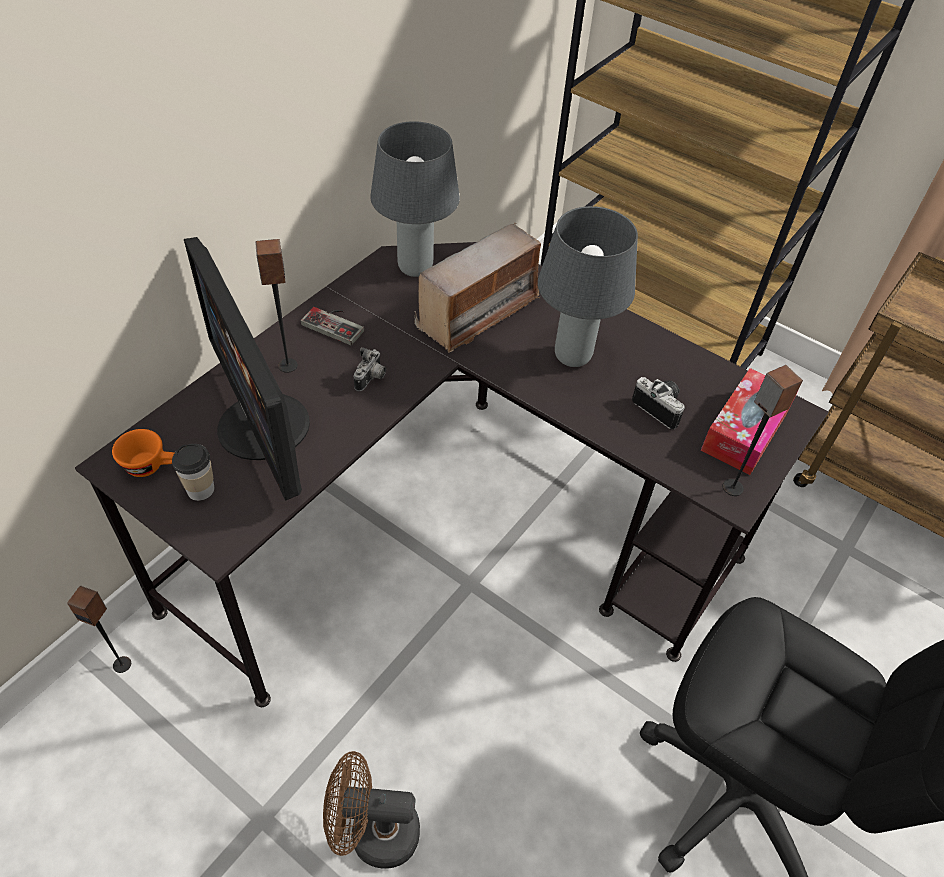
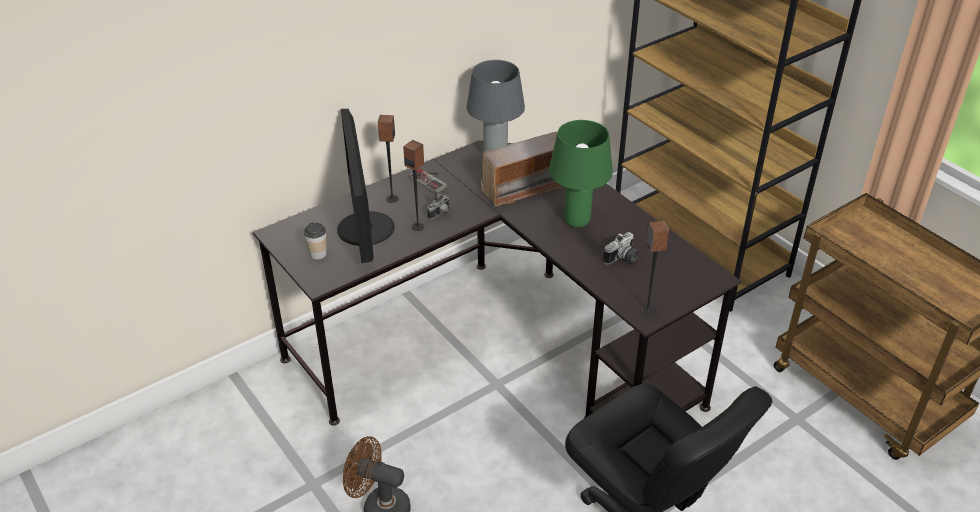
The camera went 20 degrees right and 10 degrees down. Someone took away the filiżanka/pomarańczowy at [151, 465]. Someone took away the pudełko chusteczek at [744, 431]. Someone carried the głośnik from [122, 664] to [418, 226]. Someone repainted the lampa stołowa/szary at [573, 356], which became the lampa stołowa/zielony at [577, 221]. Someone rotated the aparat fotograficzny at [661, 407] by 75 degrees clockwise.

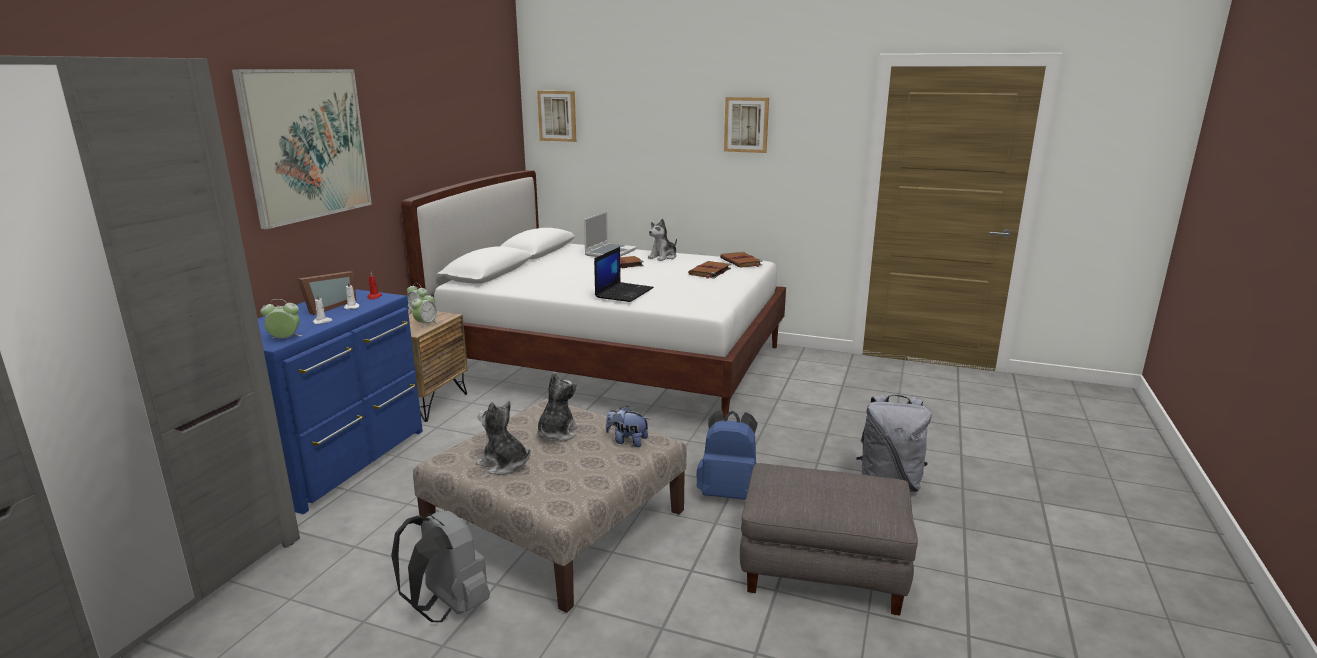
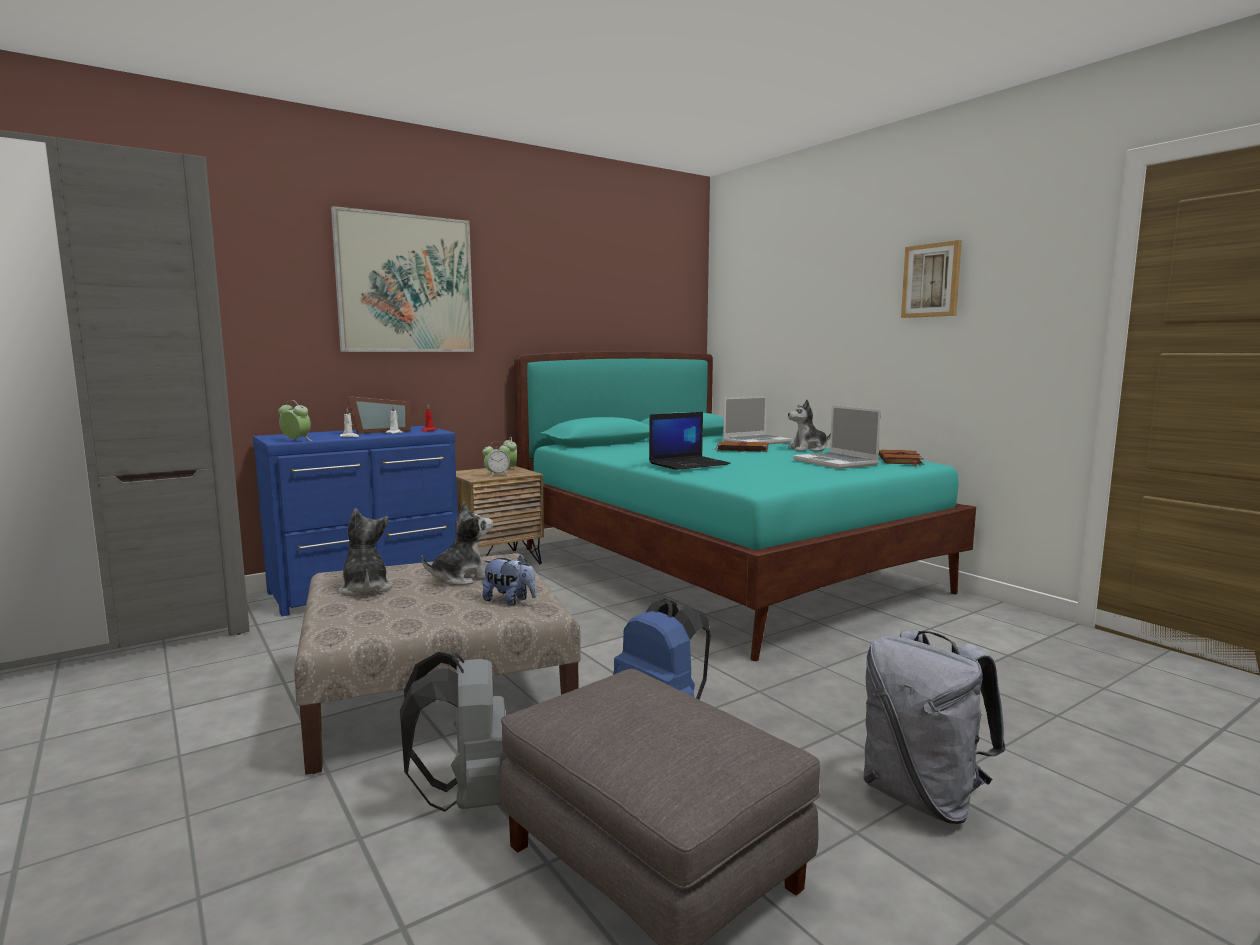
The camera went 35 degrees right and 10 degrees down. Someone took away the obraz at [557, 116]. Someone carried the plecak/szary from [448, 607] to [468, 797]. Someone swapped the książka/brązowy at [709, 272] for the laptop at [836, 462]. Someone repainted the łóżko/biały at [613, 363], which became the łóżko/turkusowy at [721, 568]. Someone rotated the pluszak at [627, 441] by 150 degrees clockwise.

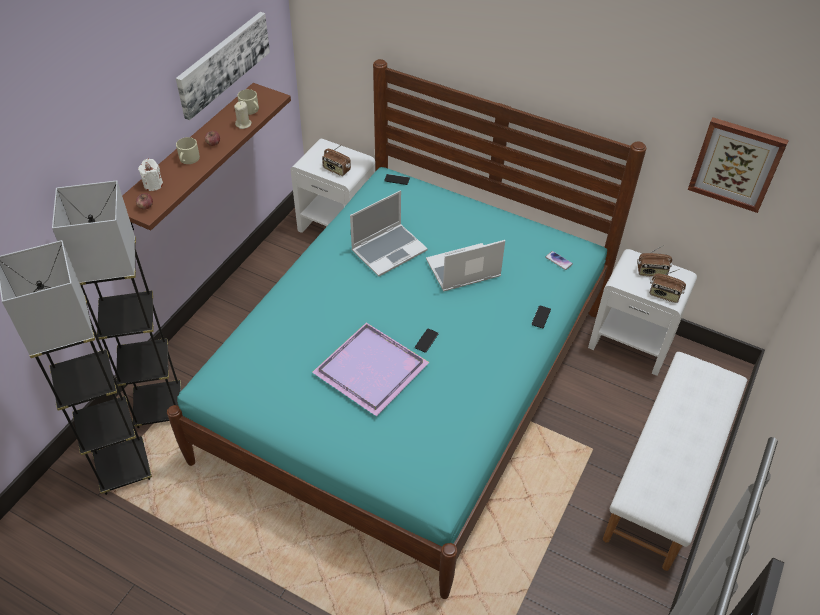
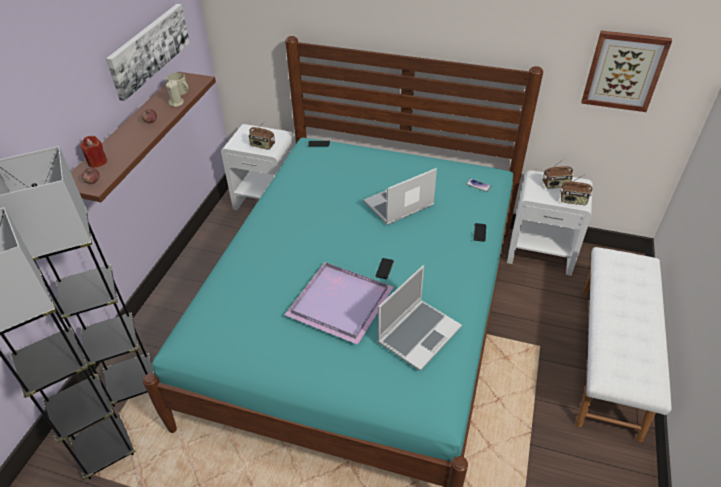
The camera went 10 degrees left and 5 degrees down. Someone took away the kubek/beżowy at [188, 159]. Someone carried the laptop from [389, 250] to [419, 334]. Someone repainted the świeca/biały at [153, 184], which became the świeca/czerwony at [97, 162].

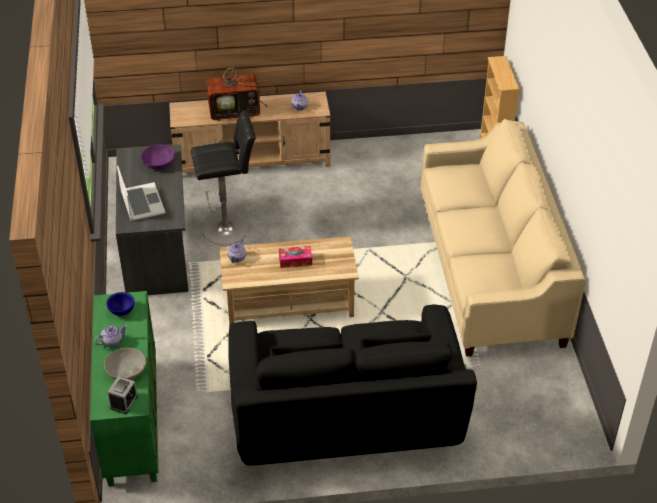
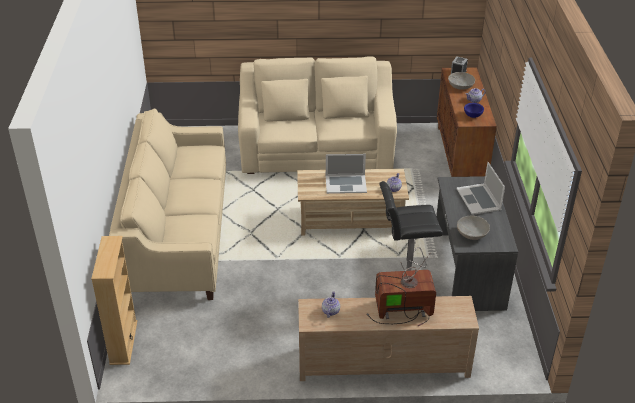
The camera went 175 degrees left and 5 degrees down. Someone swapped the pudełko chusteczek at [295, 260] for the laptop at [345, 184]. Someone repainted the szafka/zielony at [131, 421], which became the szafka/brązowy at [461, 156]. Someone repainted the miska/fioletowy at [159, 163], which became the miska/szary at [472, 234]. Someone repainted the kanapa/czarny at [346, 415], which became the kanapa/beżowy at [316, 151].

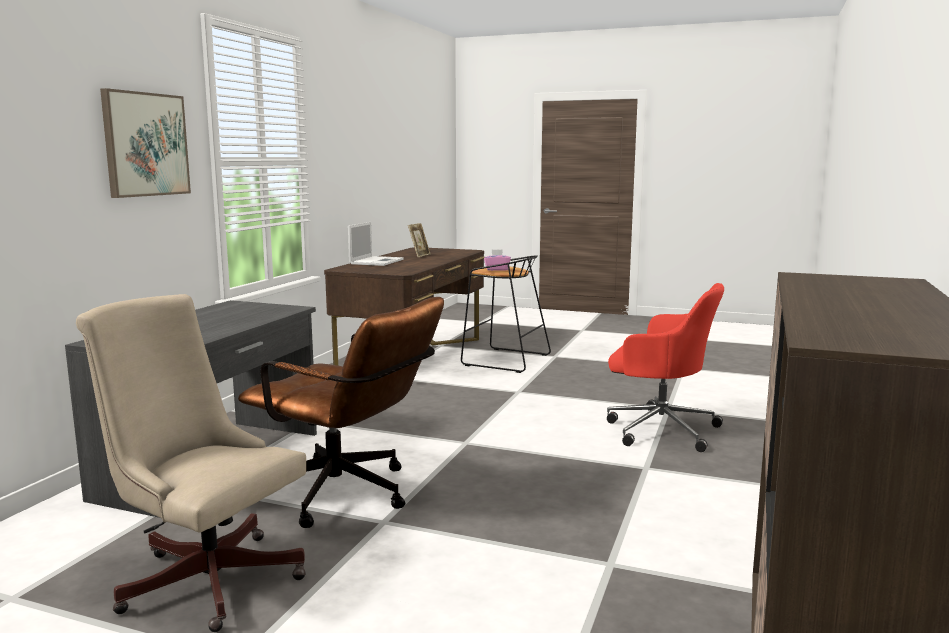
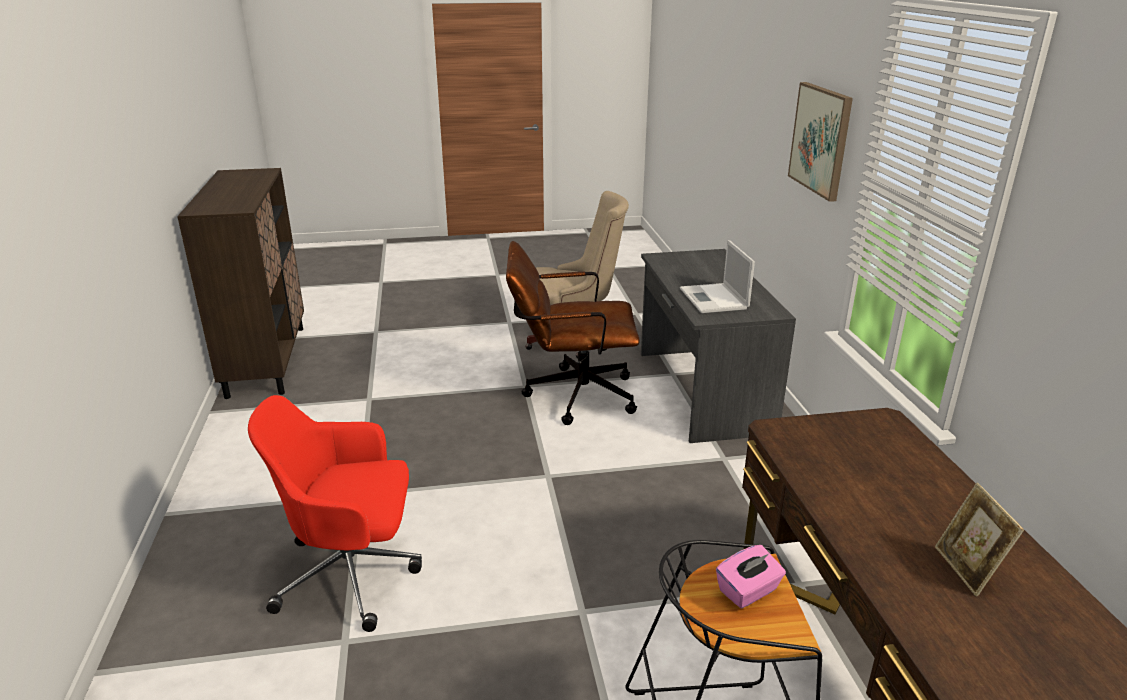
The camera went 150 degrees right and 15 degrees up. Someone carried the laptop from [377, 261] to [714, 299].

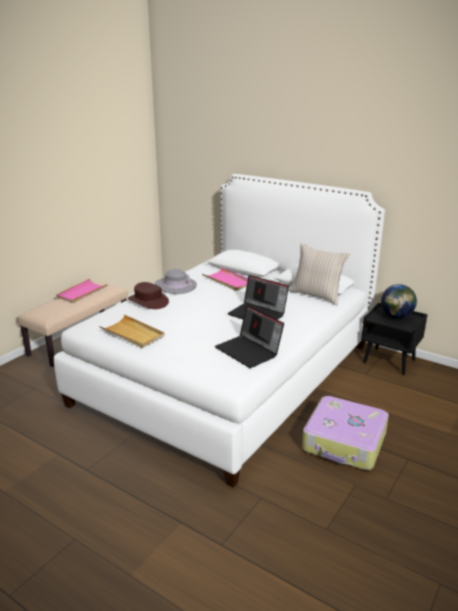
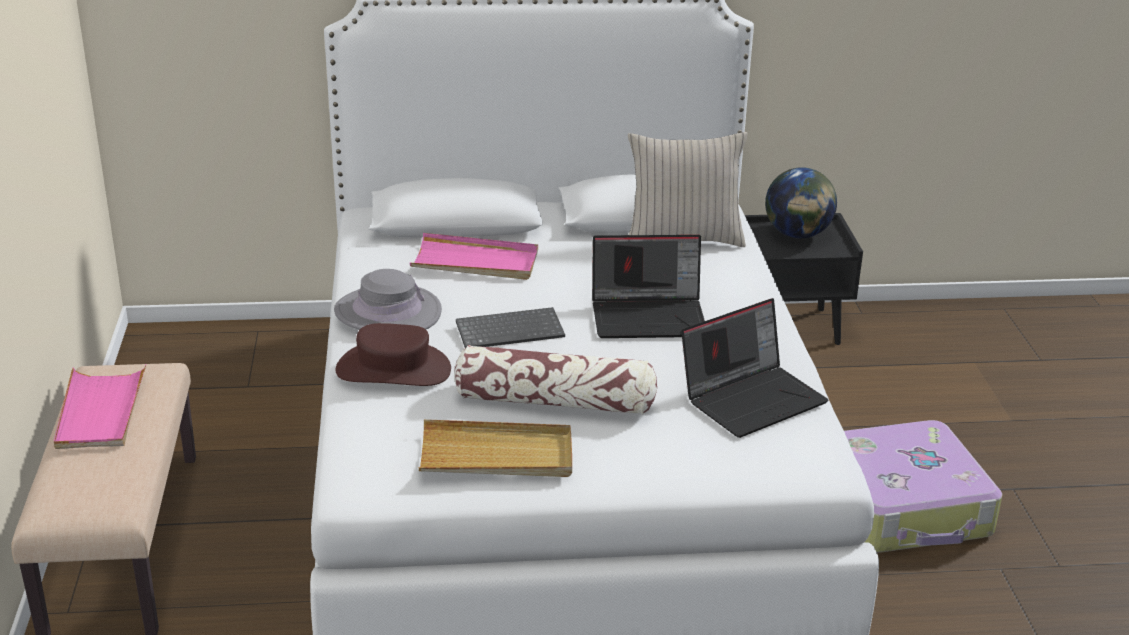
The camera went 40 degrees left and 5 degrees up. Someone put down the poduszka at [555, 401]. Someone put down the klawiatura at [511, 330]. Someone rotated the laptop at [249, 351] by 45 degrees counterclockwise.

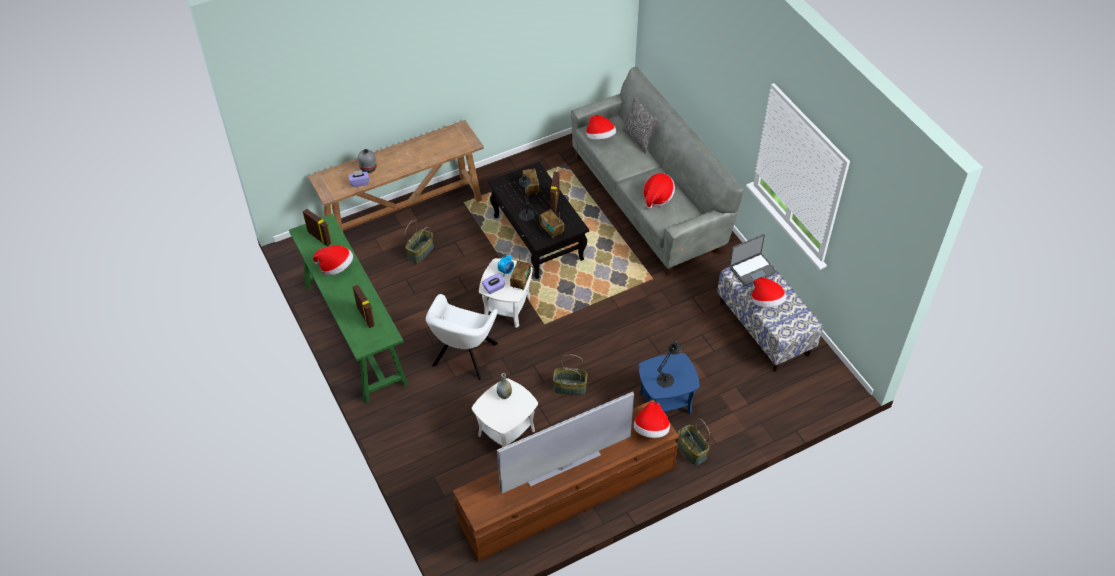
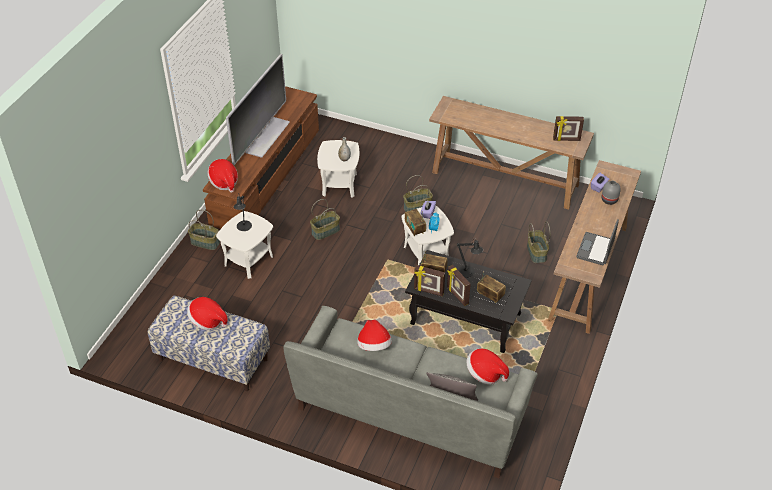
The camera went 140 degrees right and 5 degrees down. Someone took away the kapelusz at [336, 267]. Someone carried the ramka na zdjęcie from [366, 316] to [428, 291]. Someone carried the laptop from [752, 269] to [596, 249]. Someone swapped the fotel/biały at [463, 357] for the koszyk at [417, 207]. Someone repainted the stolik konsolowy/zielony at [354, 333], which became the stolik konsolowy/brązowy at [506, 179]. Someone repainted the stolik/niebieski at [665, 403], which became the stolik/biały at [248, 260].

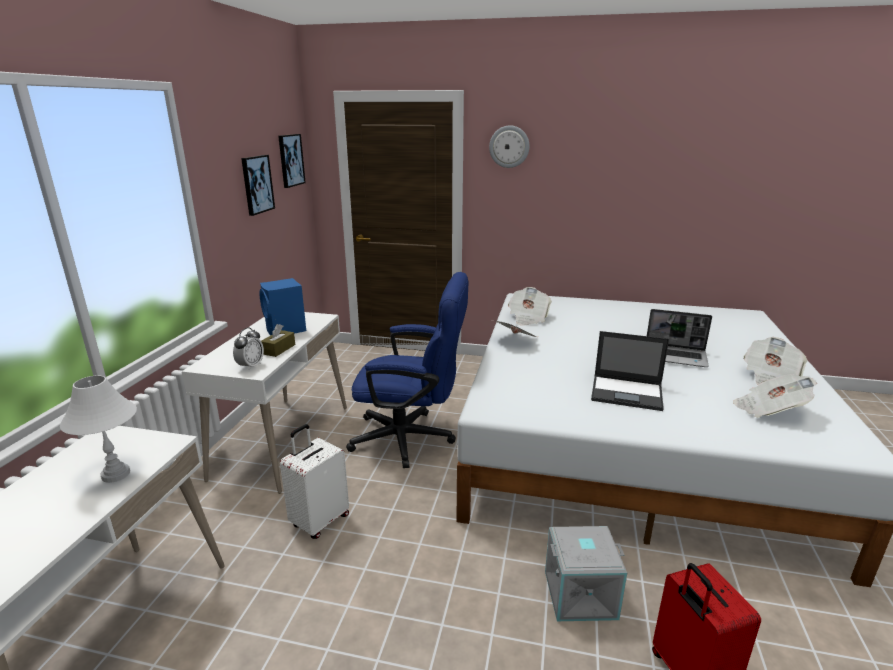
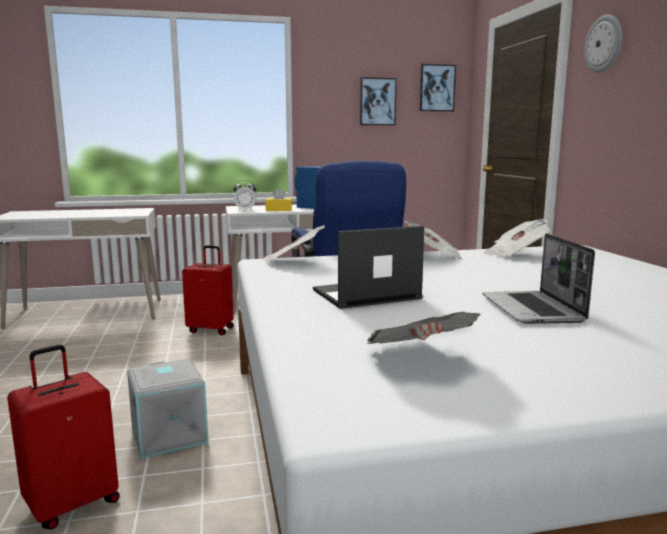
The camera went 65 degrees right and 10 degrees down. Someone took away the lampa stołowa/biały at [115, 475]. Someone carried the gazeta from [770, 377] to [292, 261]. Someone repainted the pudełko chusteczek/brązowy at [279, 349], which became the pudełko chusteczek/żółty at [278, 210]. Someone repainted the walizka/biały at [319, 521], which became the walizka/czerwony at [211, 329]. Someone rotated the laptop at [627, 393] by 75 degrees clockwise.

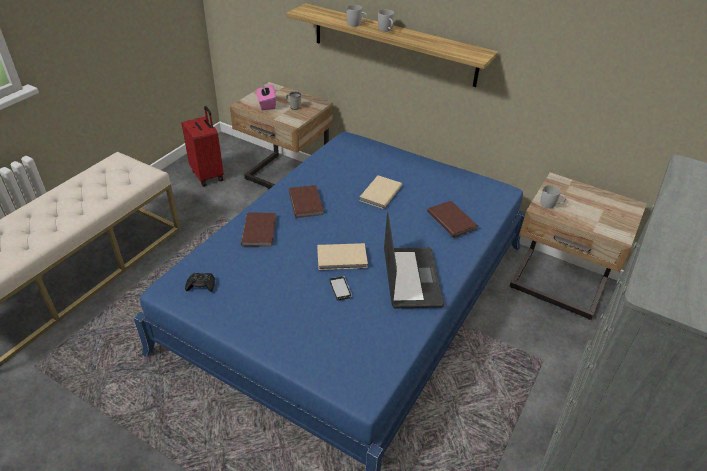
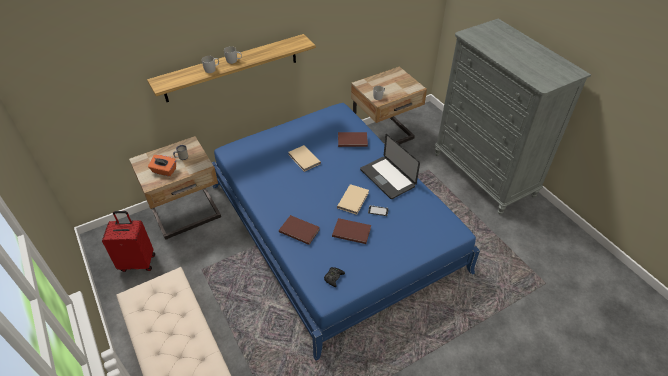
The camera went 60 degrees left and 5 degrees up. Someone carried the książka/brązowy from [307, 202] to [351, 231]. Someone repainted the pudełko chusteczek/różowy at [266, 104], which became the pudełko chusteczek/pomarańczowy at [164, 171]. Someone rotated the laptop at [411, 278] by 150 degrees counterclockwise.

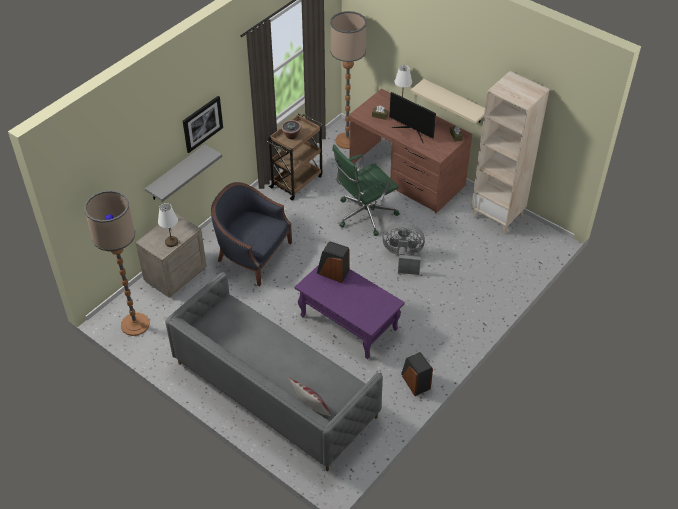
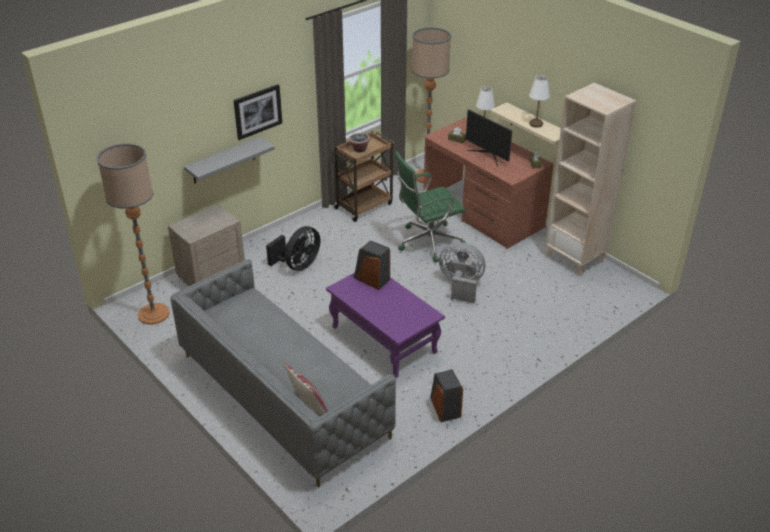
The camera went 10 degrees right and 10 degrees down. Someone carried the lampa stołowa/biały from [171, 242] to [535, 124]. Someone swapped the fotel/niebieski at [252, 255] for the wentylator/czarny at [298, 265].

